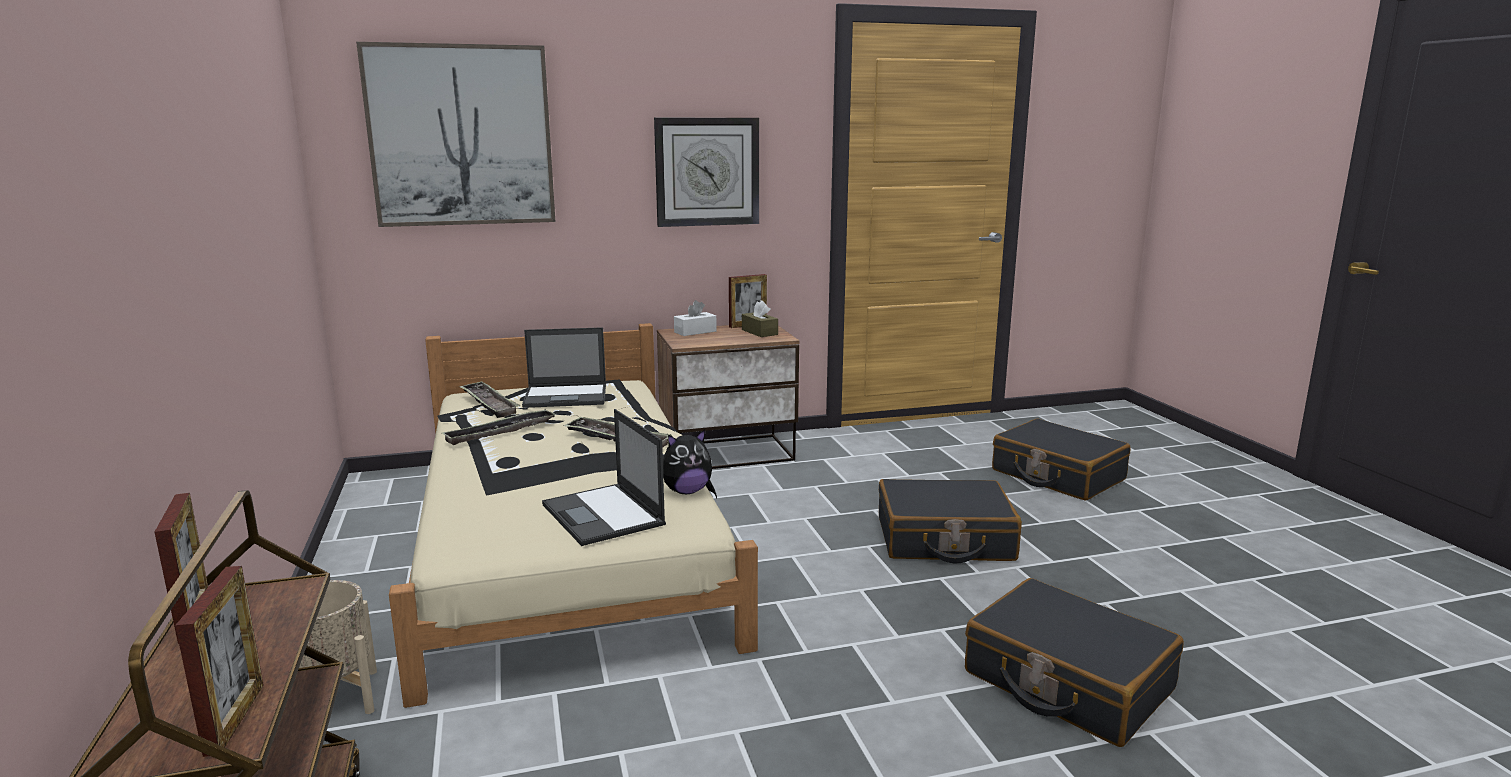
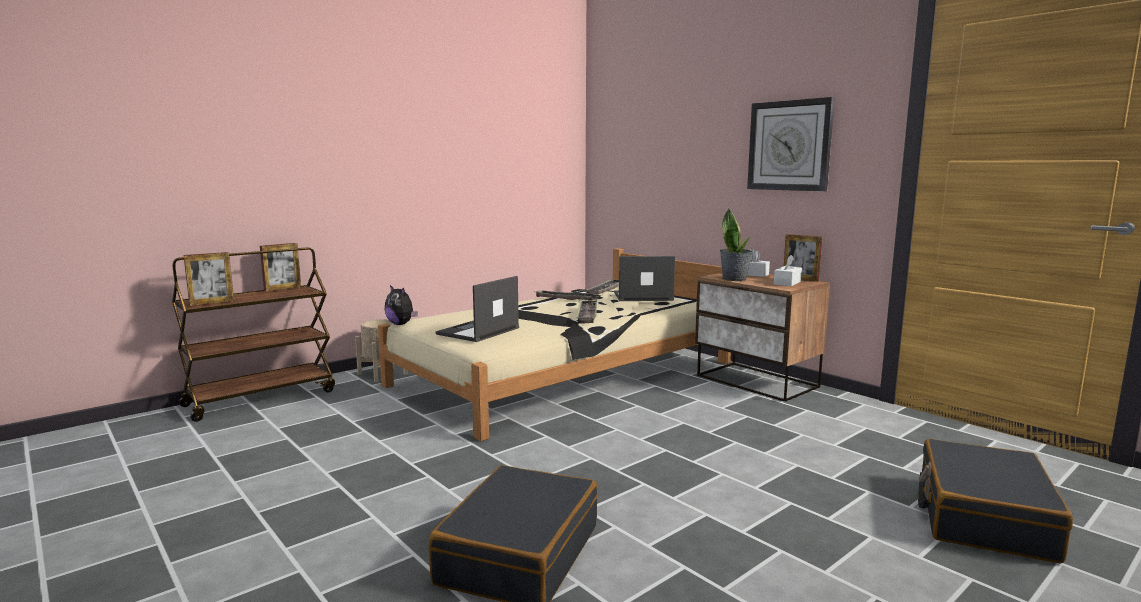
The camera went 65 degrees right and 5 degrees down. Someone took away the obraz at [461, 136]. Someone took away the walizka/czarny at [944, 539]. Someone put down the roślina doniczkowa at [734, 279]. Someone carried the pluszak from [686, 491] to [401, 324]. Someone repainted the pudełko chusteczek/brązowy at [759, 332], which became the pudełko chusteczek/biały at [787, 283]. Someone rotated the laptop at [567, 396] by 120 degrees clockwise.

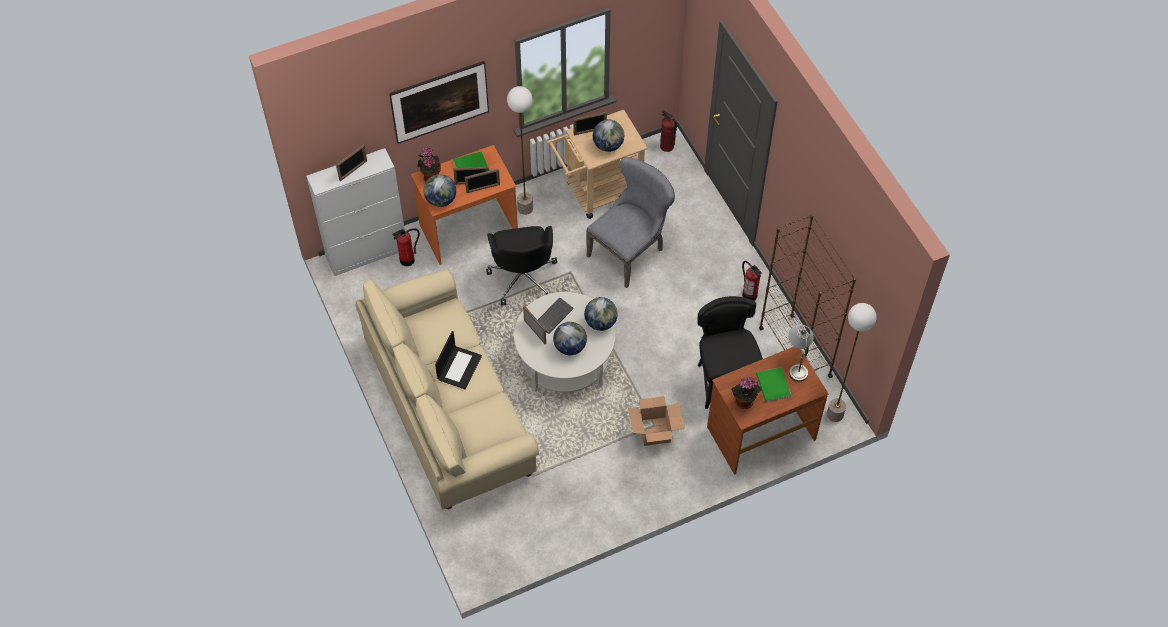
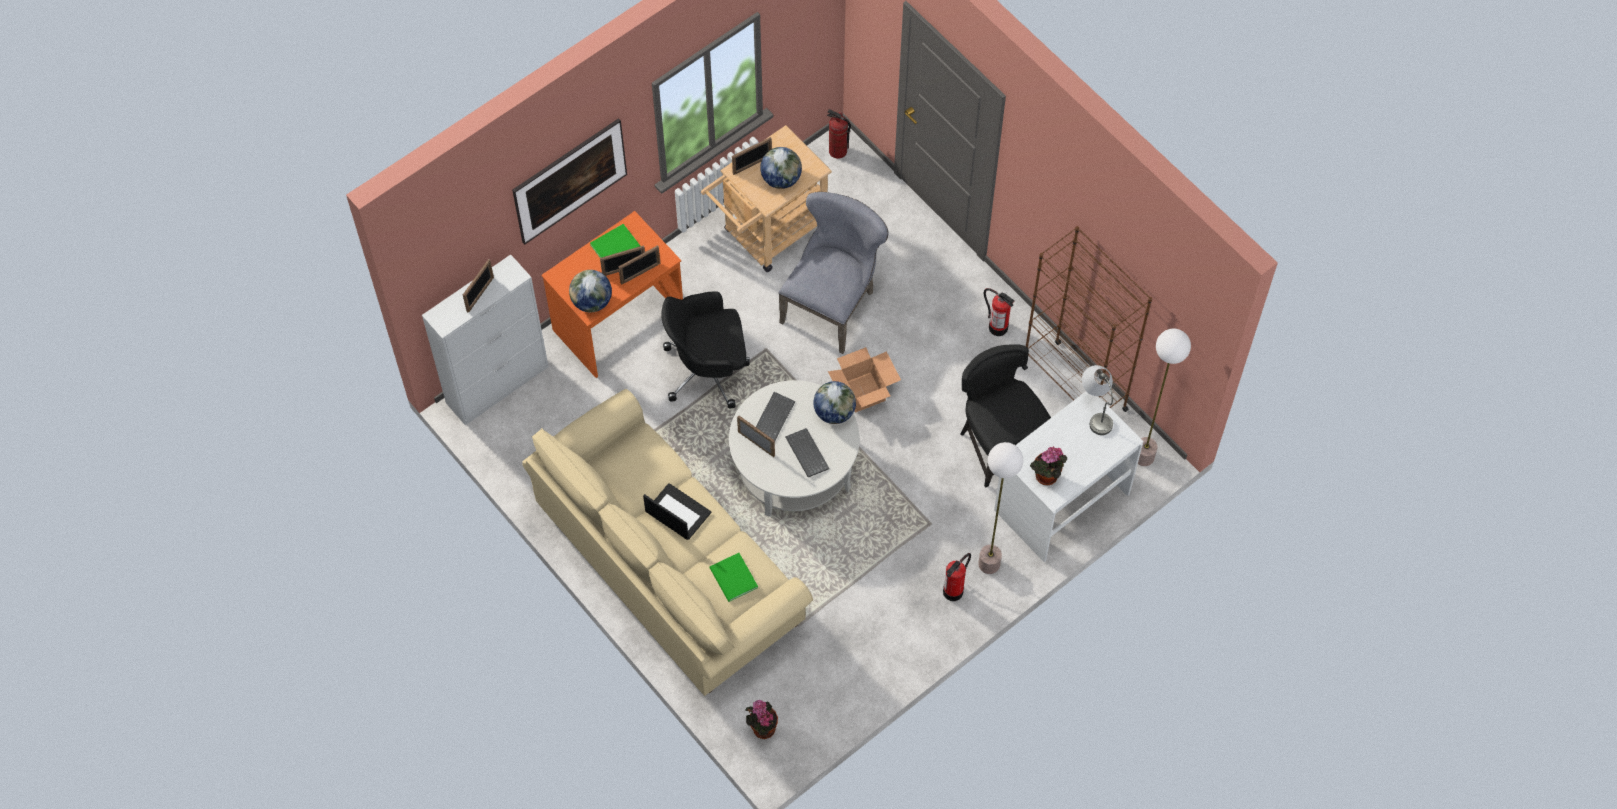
The camera went 15 degrees left and 5 degrees up. Someone carried the gaśnica from [407, 260] to [953, 591]. Someone carried the roślina doniczkowa from [430, 177] to [762, 727]. Someone carried the lampa stojąca from [525, 208] to [989, 563]. Someone carried the karton from [654, 431] to [862, 392]. Someone carried the książka/zielony from [772, 386] to [733, 579]. Someone swapped the globus at [570, 347] for the klawiatura at [806, 453]. Someone repainted the biurko/brązowy at [760, 432], which became the biurko/biały at [1061, 501]. Someone rotated the laptop at [459, 367] by 60 degrees counterclockwise. Someone rotated the krzesło biurowe/czarny at [523, 277] by 105 degrees clockwise.

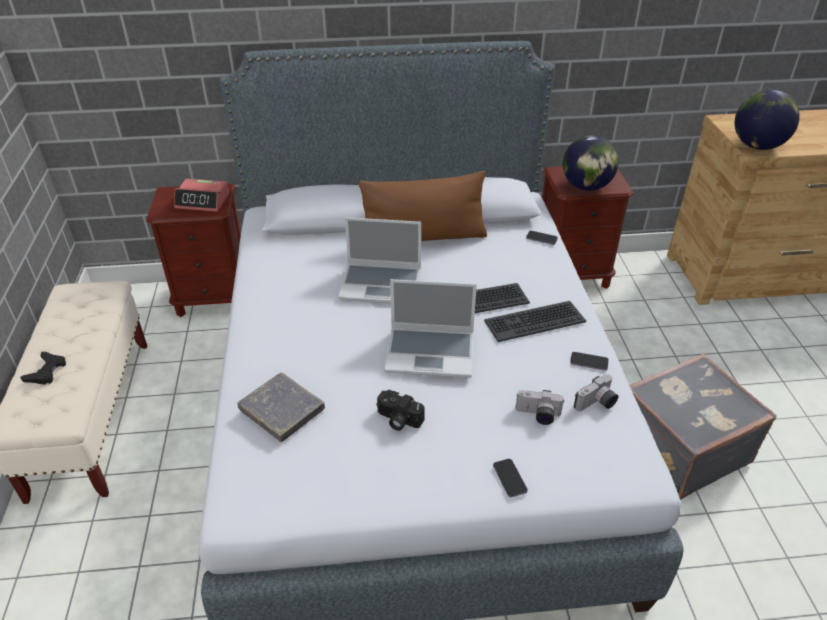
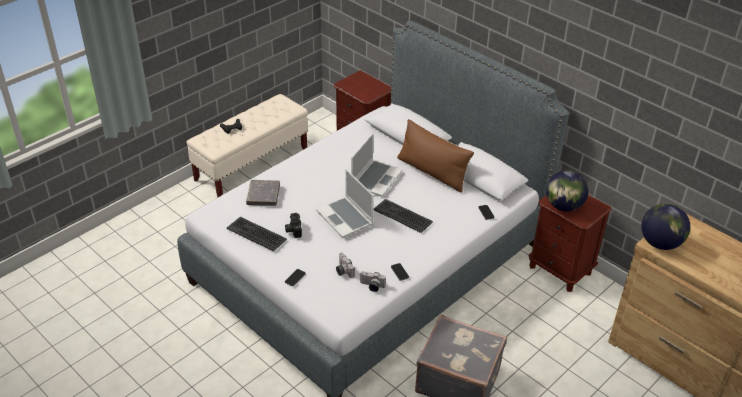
The camera went 50 degrees right and 0 degrees up. Someone took away the budzik at [203, 201]. Someone carried the klawiatura from [534, 321] to [256, 234]. Someone rotated the laptop at [382, 284] by 120 degrees counterclockwise.

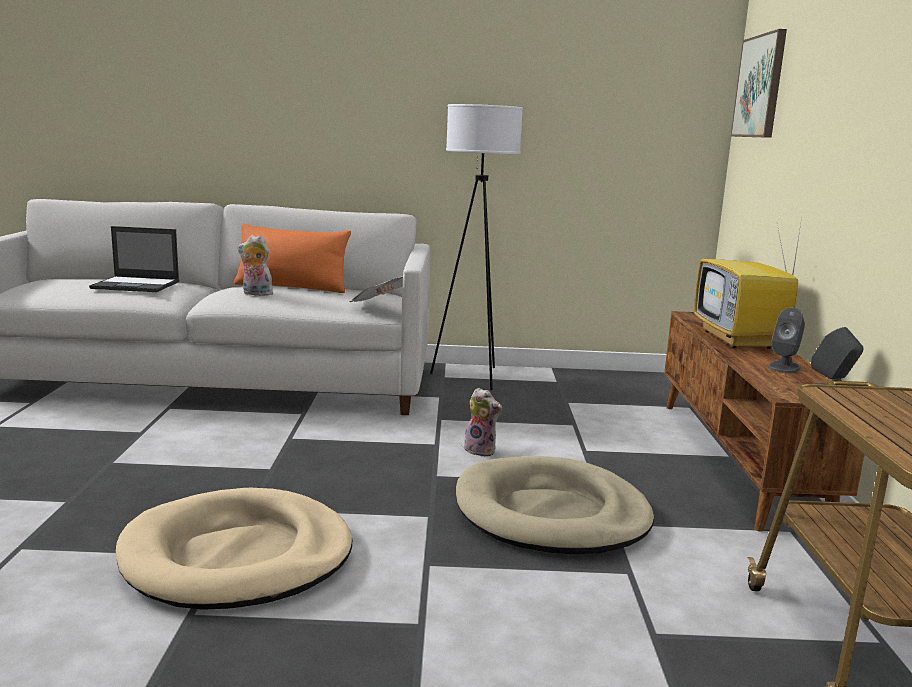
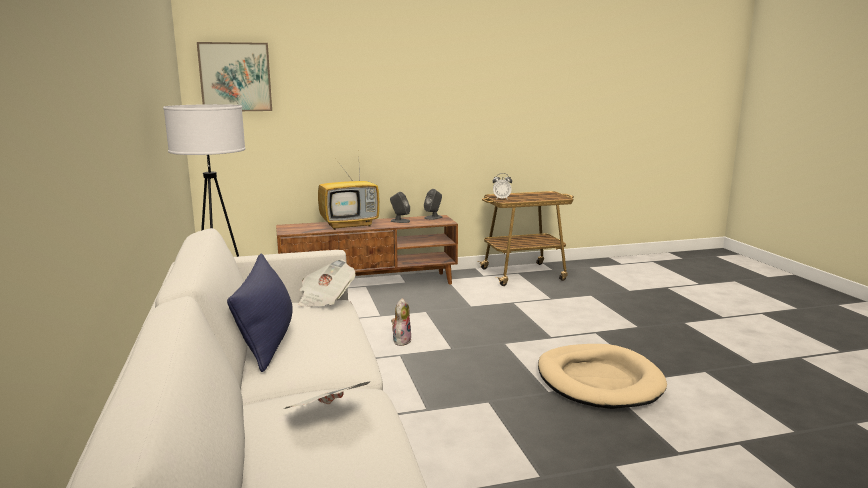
The camera went 105 degrees left and 0 degrees up. Someone took away the pluszak at [255, 294]. Someone took away the legowisko/beżowy at [551, 513]. Someone put down the budzik at [501, 199]. Someone swapped the laptop at [137, 285] for the gazeta at [327, 417]. Someone repainted the poduszka/pomarańczowy at [291, 287], which became the poduszka/niebieski at [267, 340].

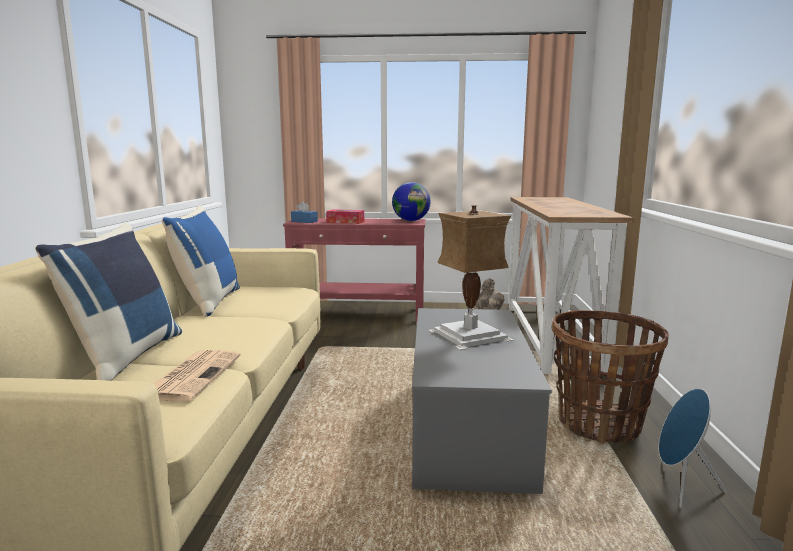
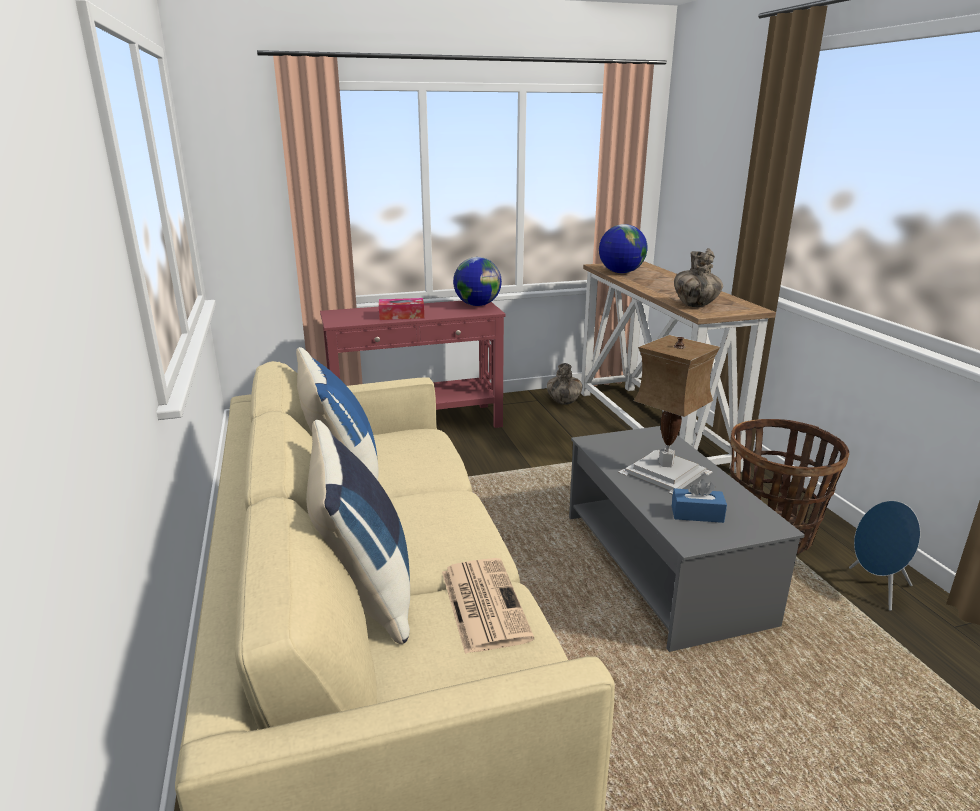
The camera went 20 degrees left and 10 degrees up. Someone put down the globus at [620, 272]. Someone put down the wazon at [695, 305]. Someone carried the pudełko chusteczek/niebieski from [304, 221] to [697, 514].

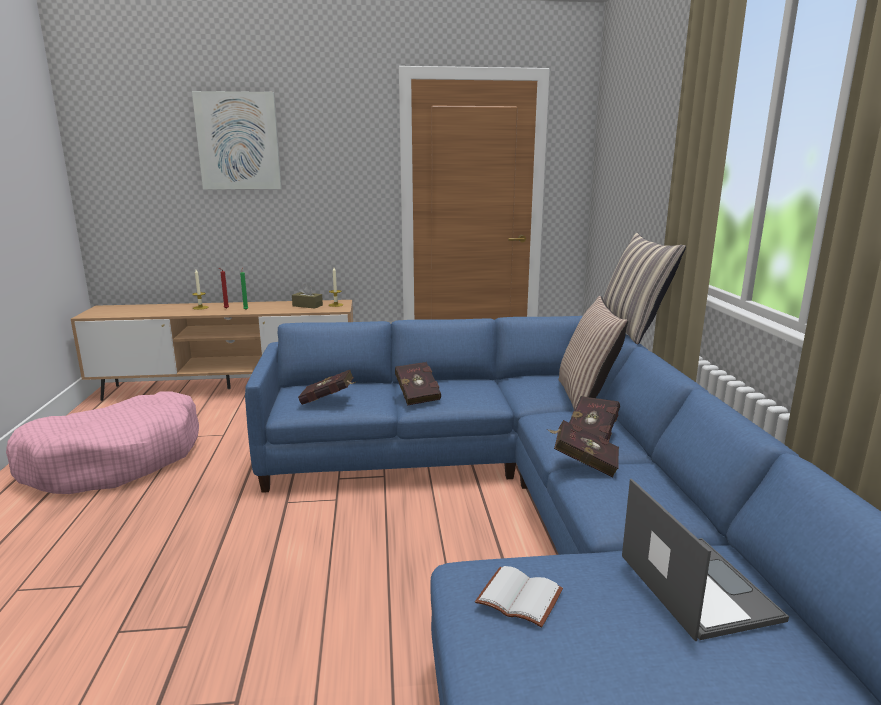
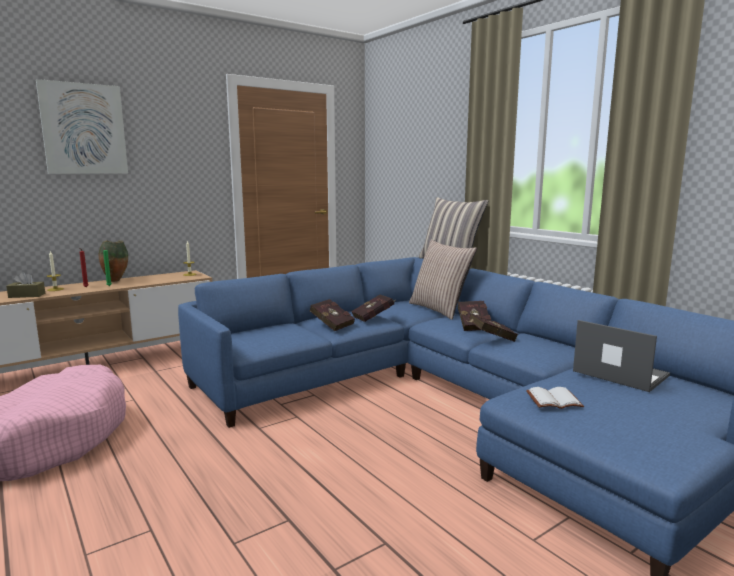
The camera went 30 degrees left and 5 degrees down. Someone put down the wazon at [116, 281]. Someone carried the pudełko chusteczek/brązowy from [307, 305] to [27, 295]. Someone carried the książka/czerwony from [329, 401] to [374, 318].

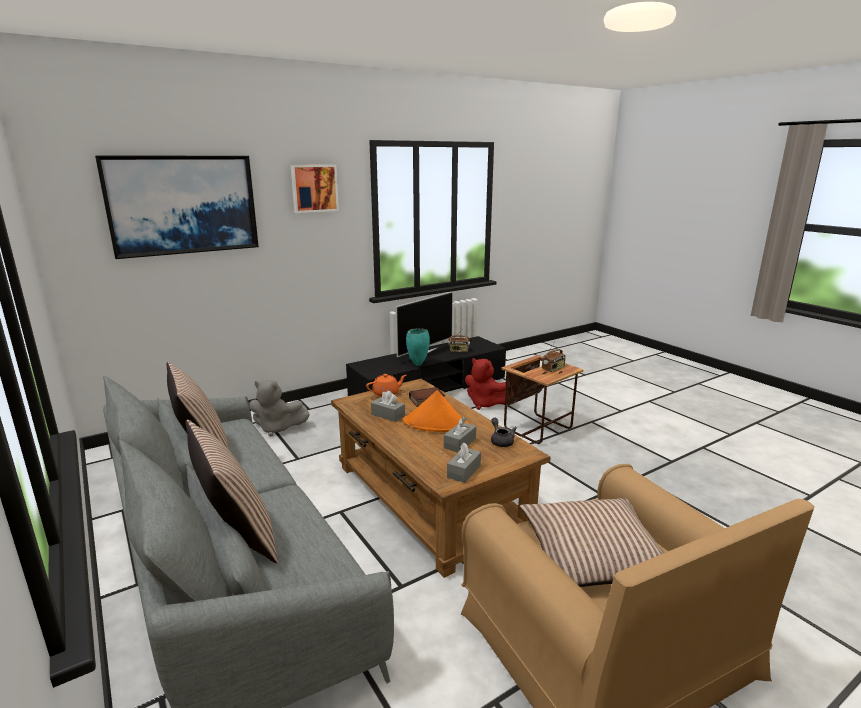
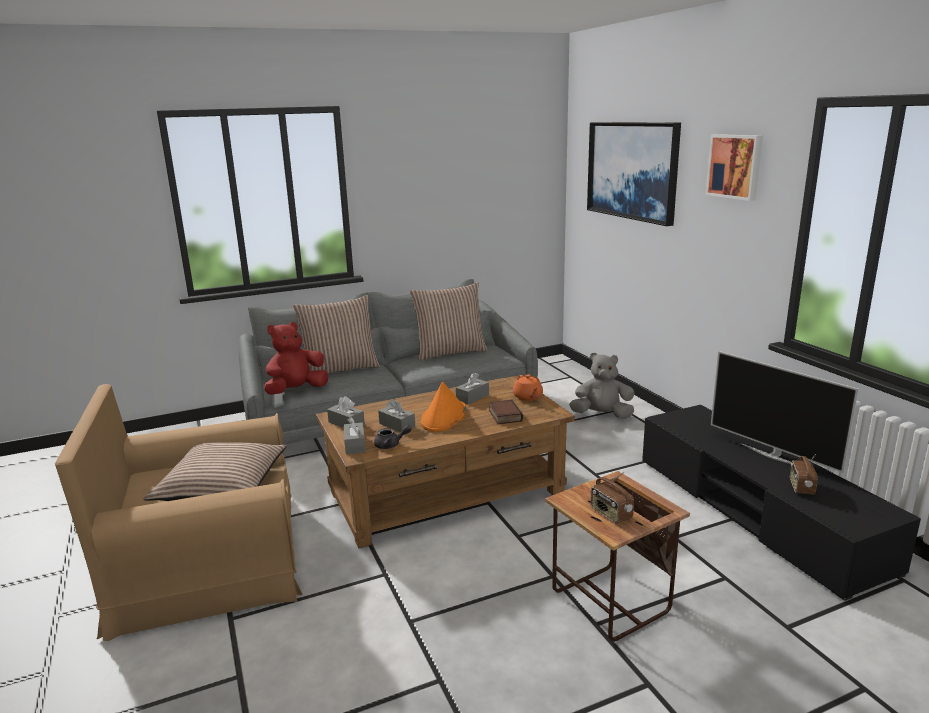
The camera went 100 degrees right and 0 degrees up. Someone took away the wazon/turkusowy at [418, 365]. Someone put down the pudełko chusteczek/szary at [355, 445]. Someone carried the pluszak/czerwony from [486, 404] to [296, 391]. Someone rotated the pluszak/szary at [277, 428] by 75 degrees clockwise.

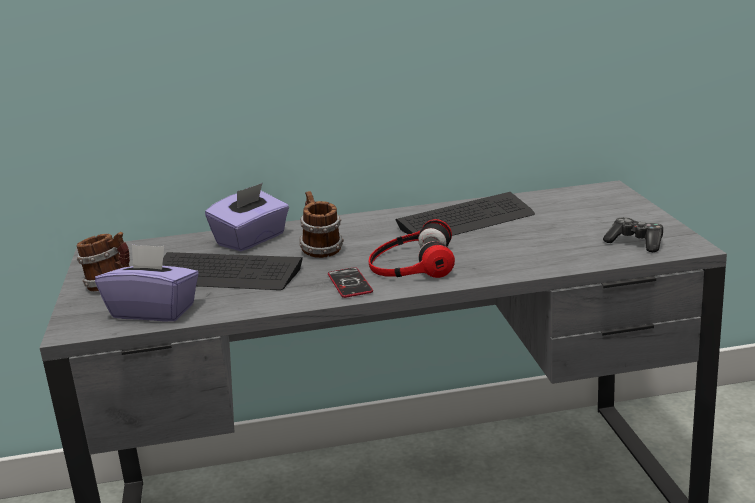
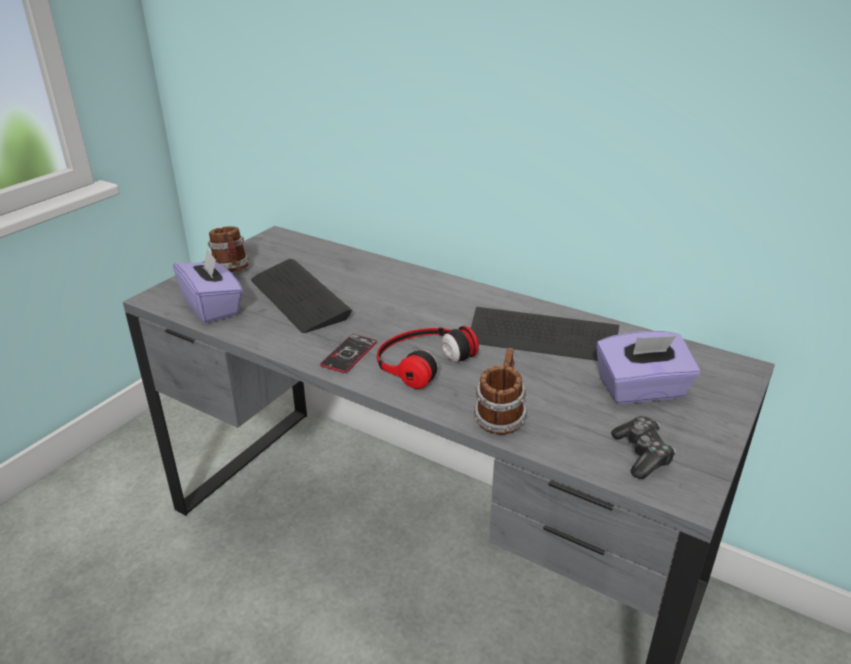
The camera went 40 degrees right and 10 degrees up. Someone carried the pudełko chusteczek/fioletowy from [252, 240] to [641, 390]. Someone carried the kubek from [320, 250] to [499, 419].

